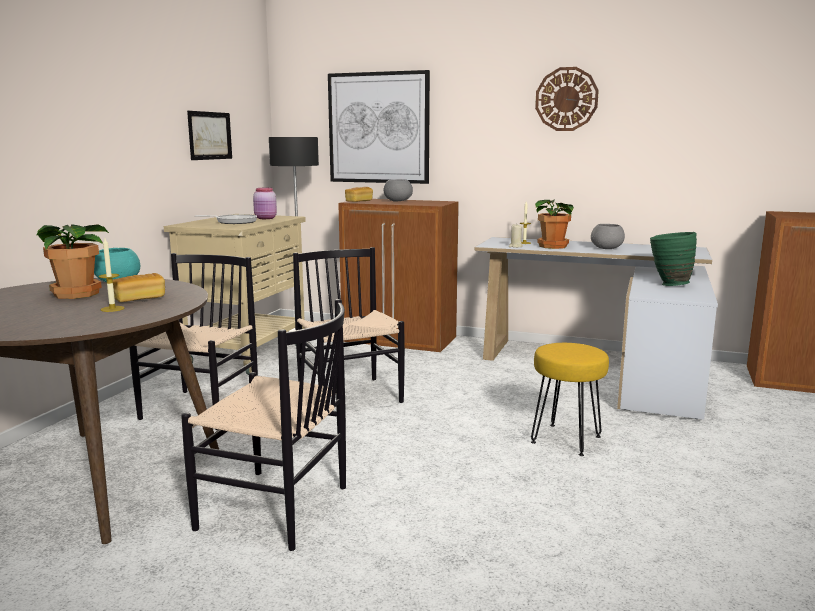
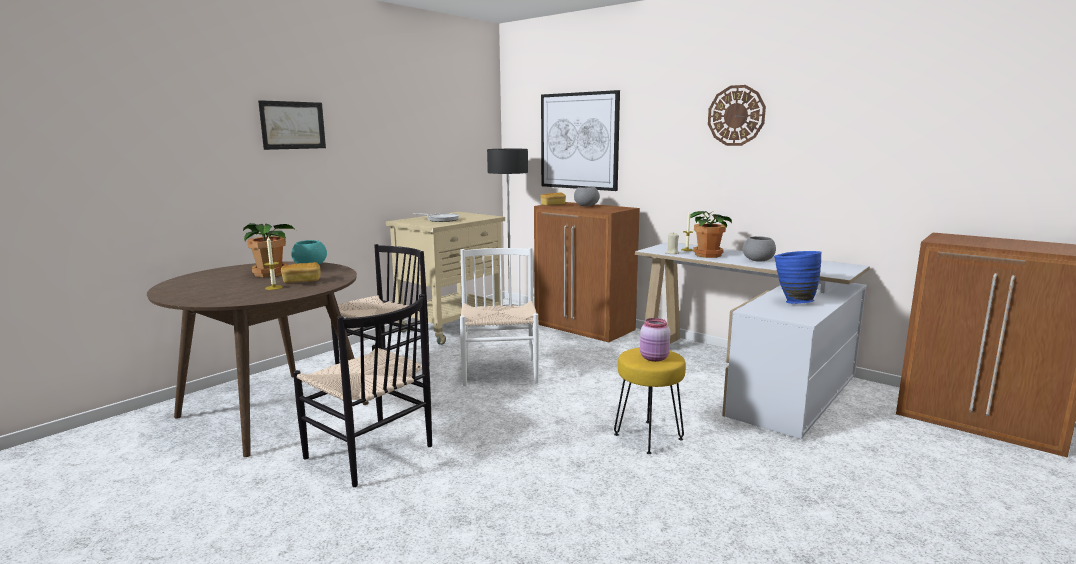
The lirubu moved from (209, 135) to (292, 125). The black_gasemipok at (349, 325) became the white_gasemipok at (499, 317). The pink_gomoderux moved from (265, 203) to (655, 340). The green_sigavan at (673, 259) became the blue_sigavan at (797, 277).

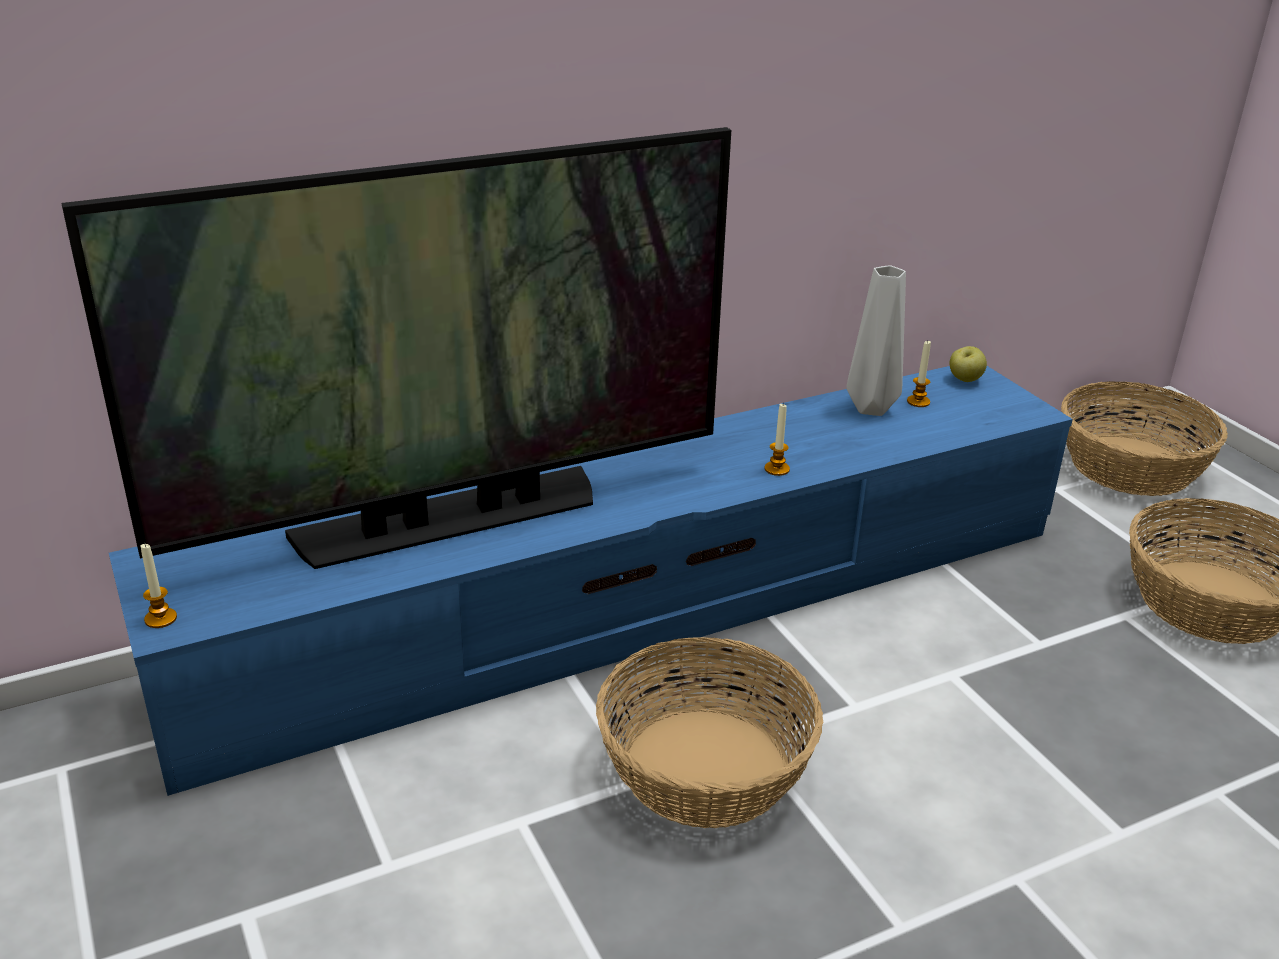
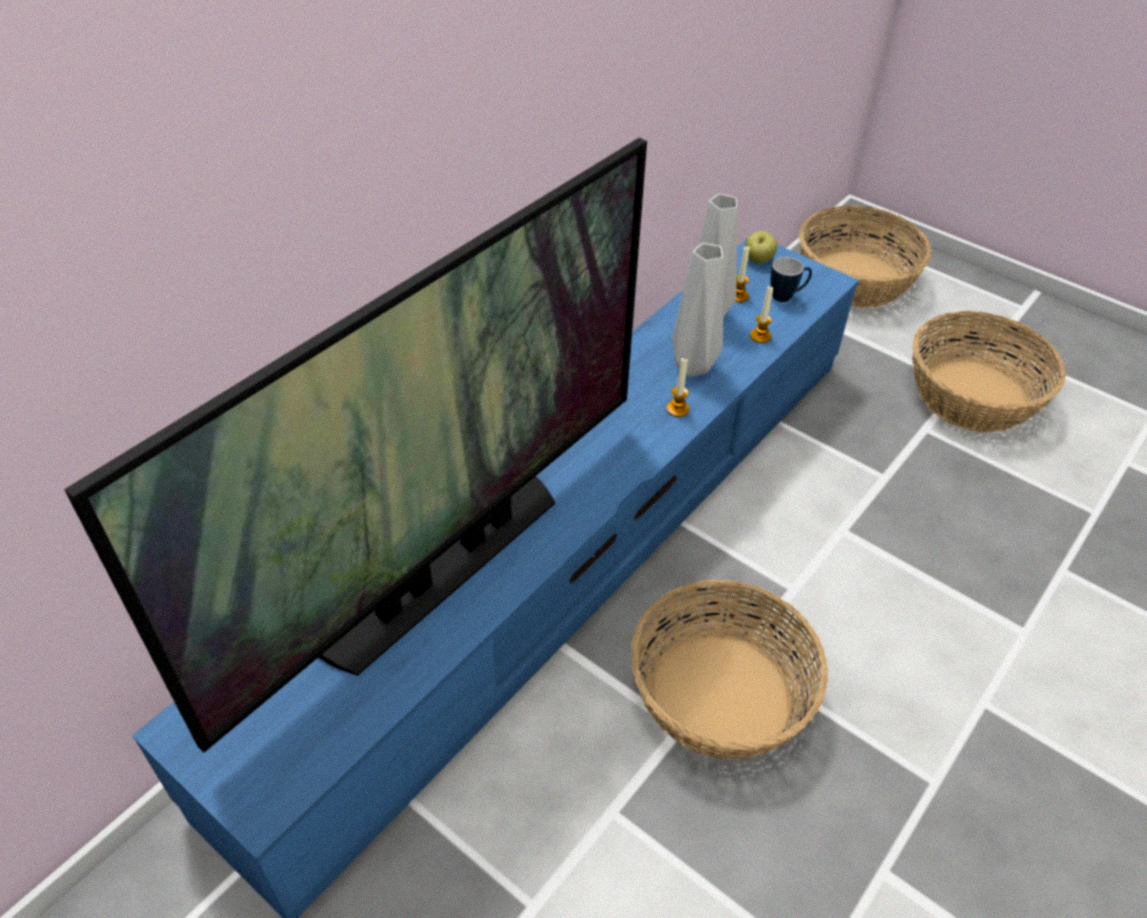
The grey_sigavan at (698, 310) appeared. The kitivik moved from (158, 585) to (761, 314). The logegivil at (791, 279) appeared.

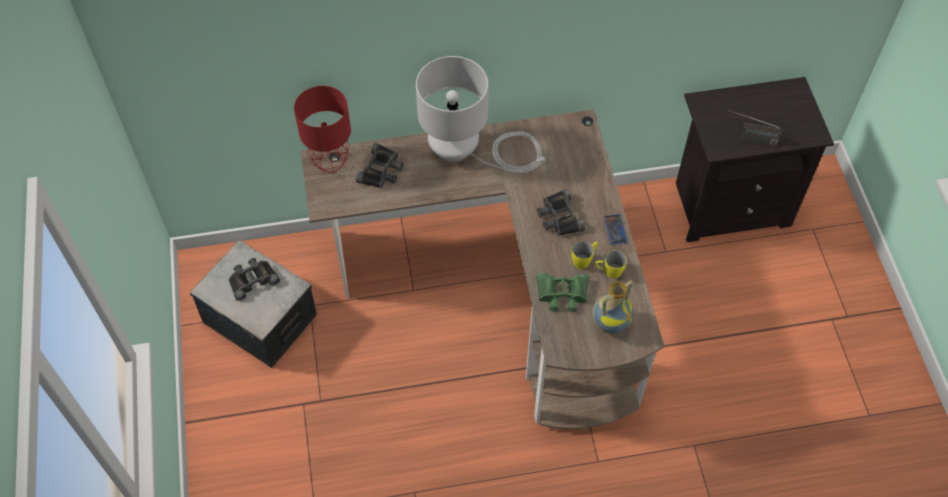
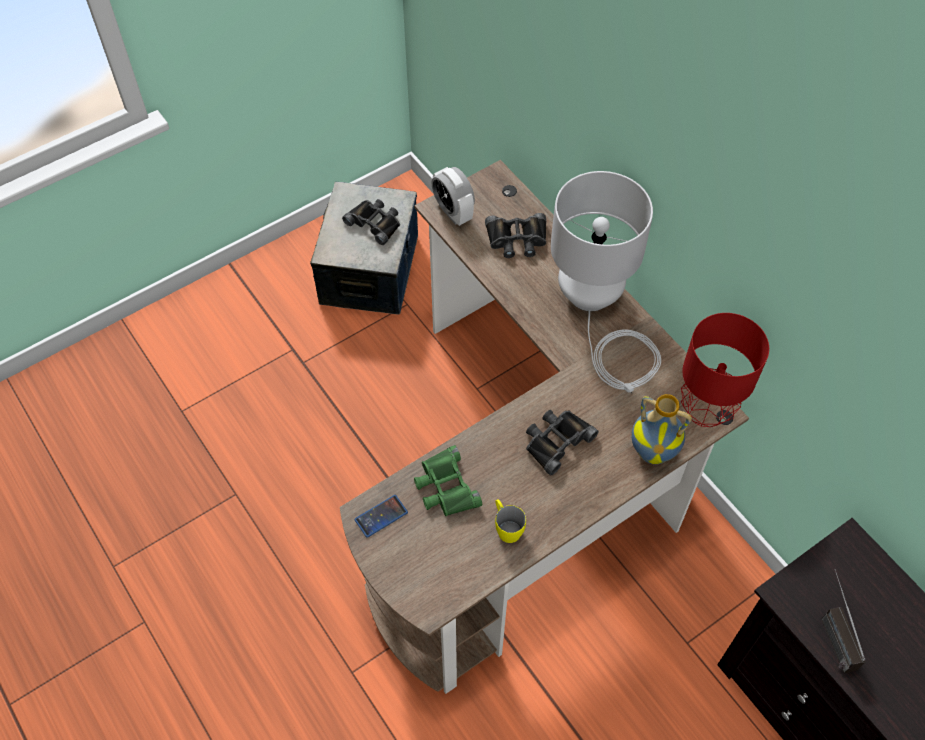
The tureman moved from (616, 229) to (381, 516). The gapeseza at (453, 196) appeared. The sigavan moved from (613, 307) to (661, 429). The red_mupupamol moved from (322, 129) to (725, 370). The yellow_logegivil at (585, 255) disappeared.

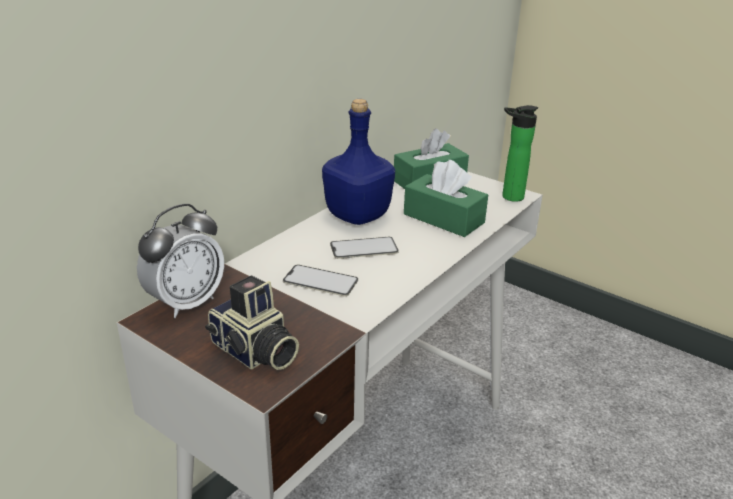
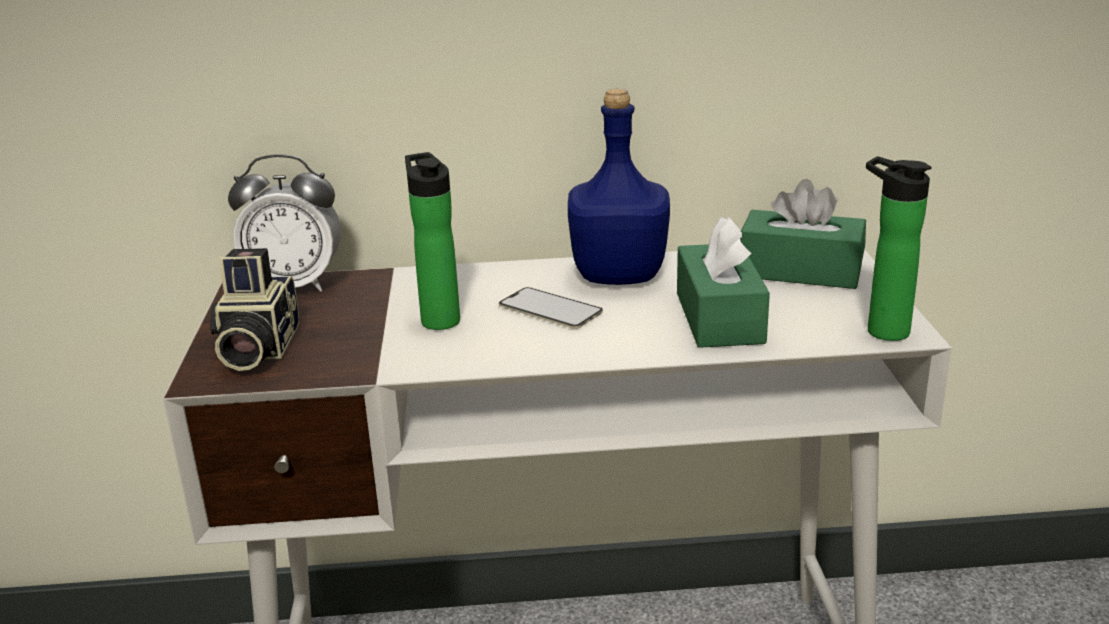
The tureman at (320, 280) was replaced by the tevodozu at (432, 241).

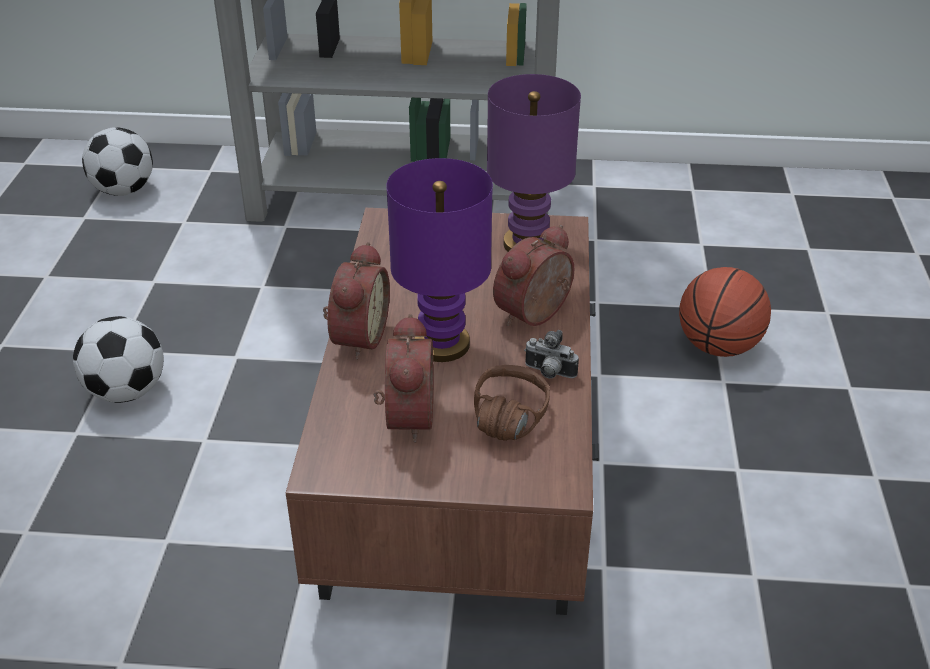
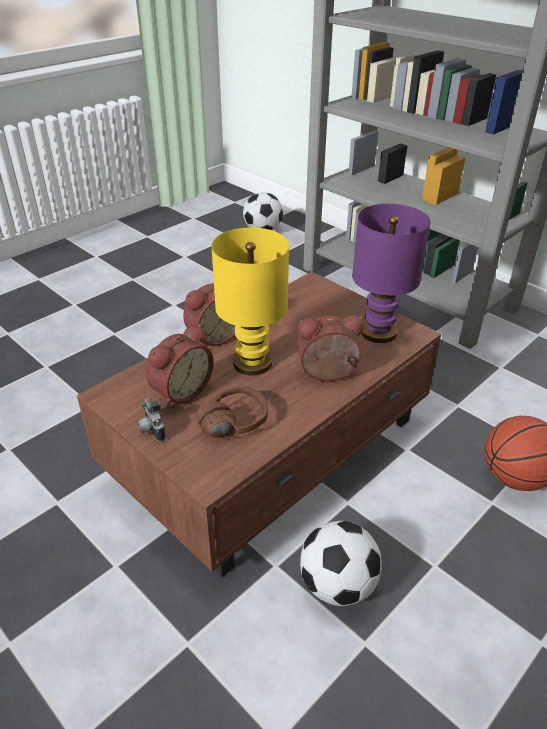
The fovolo moved from (551, 354) to (151, 420). The purple_mupupamol at (439, 260) became the yellow_mupupamol at (250, 301). The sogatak moved from (118, 359) to (341, 563).

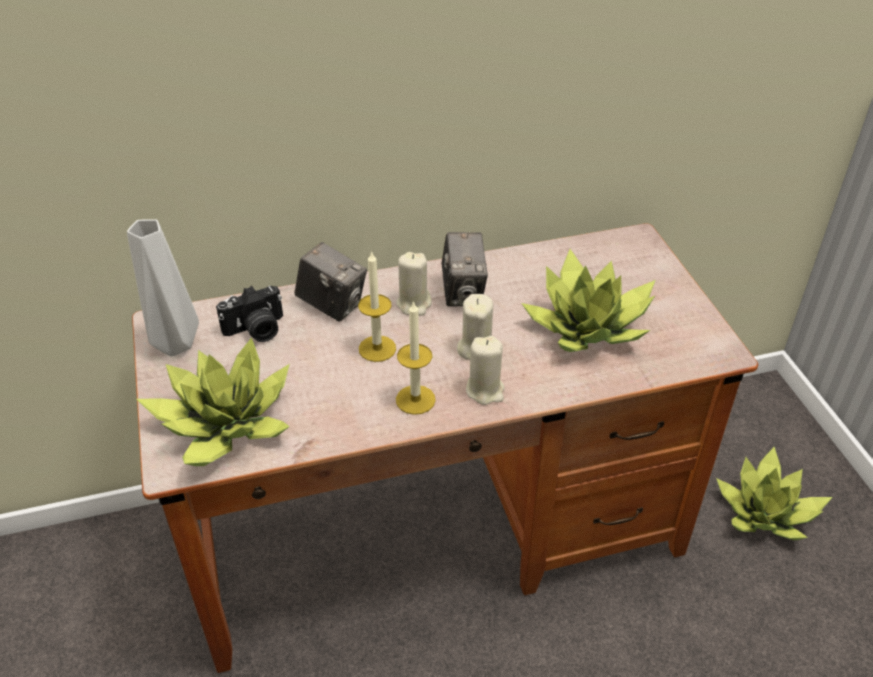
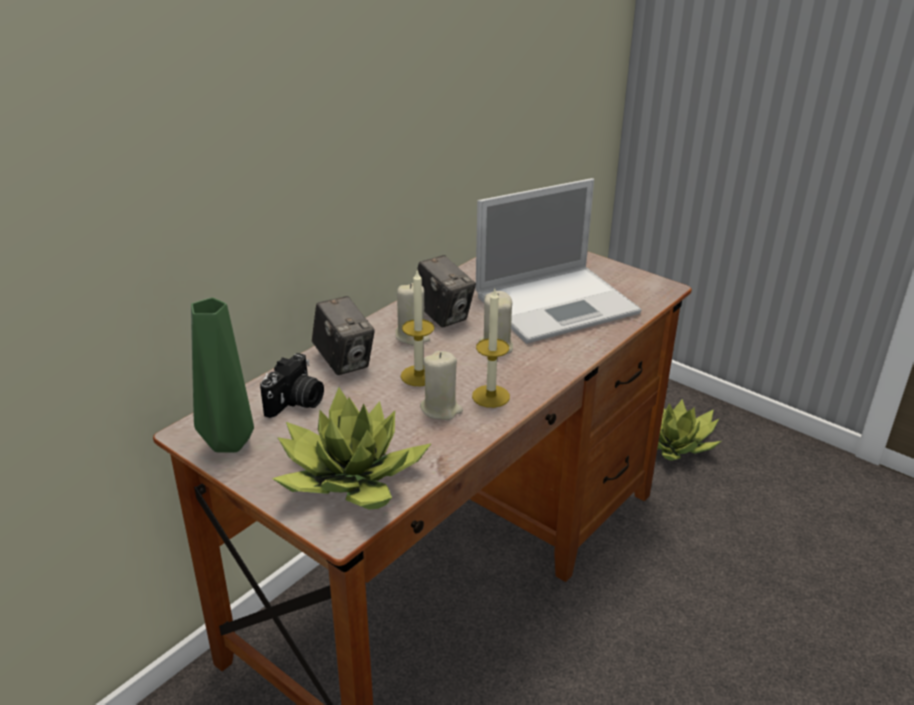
The grey_sigavan at (163, 288) became the green_sigavan at (222, 374). The fovolo at (330, 282) turned 60 degrees clockwise. The beige_kitivik moved from (485, 370) to (441, 385). The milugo at (588, 300) was replaced by the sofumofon at (558, 261).

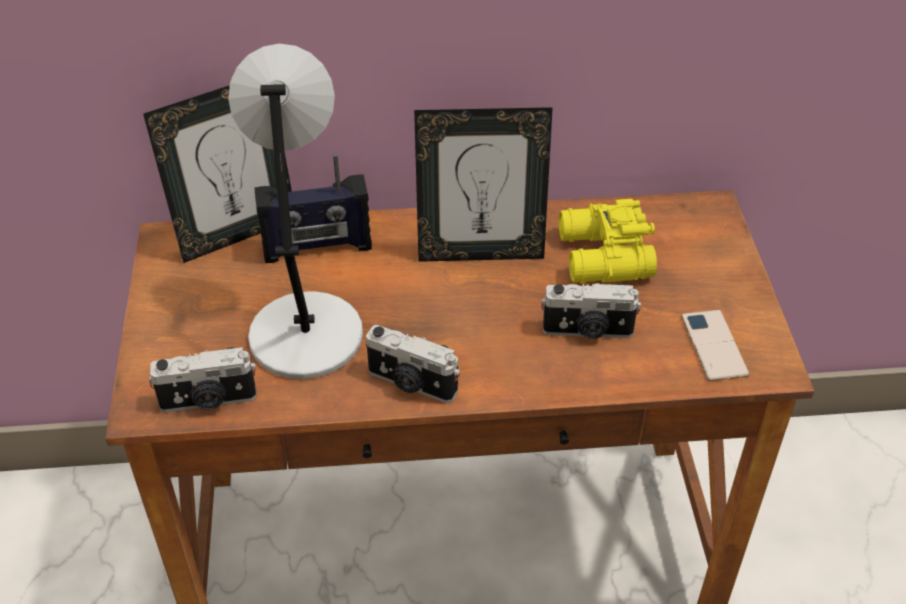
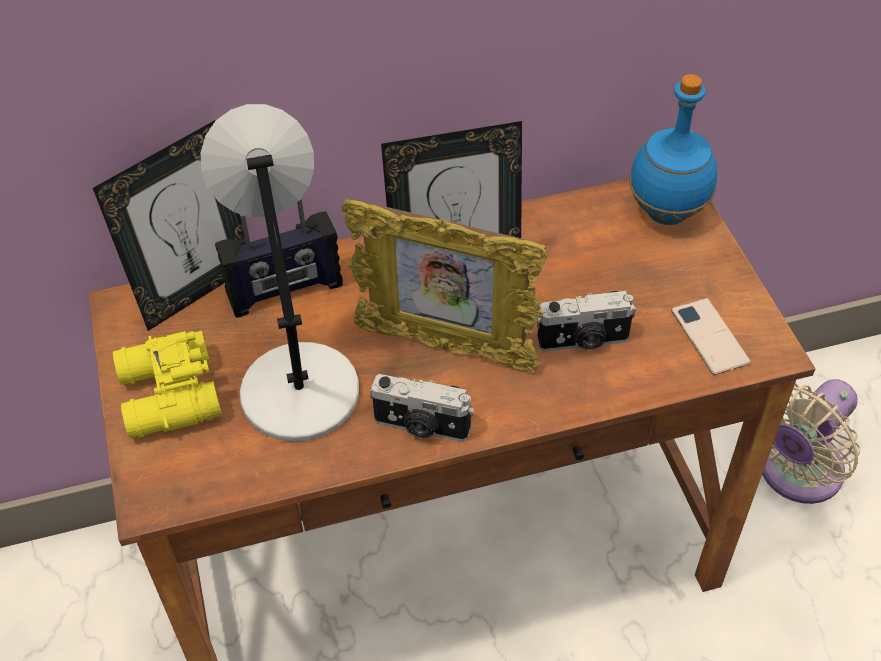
The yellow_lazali moved from (607, 241) to (167, 384). The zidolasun at (444, 286) appeared. The blue_tevodozu at (673, 149) appeared. The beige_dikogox at (811, 441) appeared. The fovolo at (202, 379) disappeared.

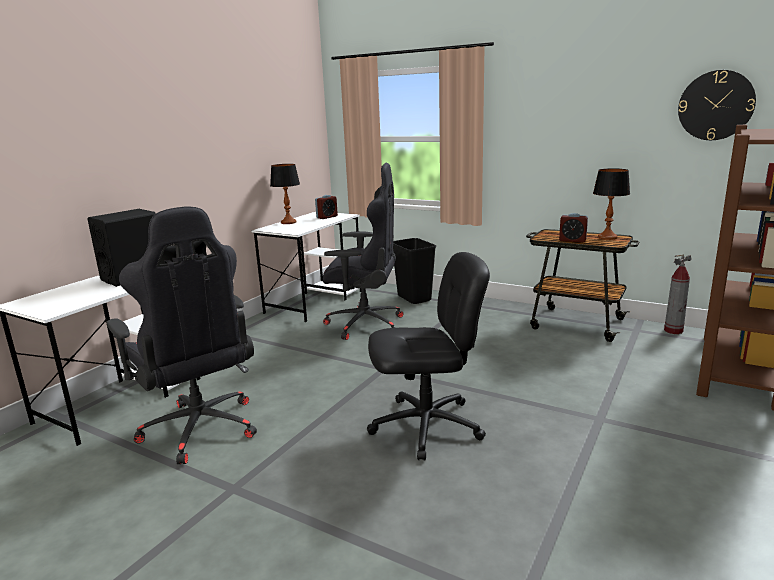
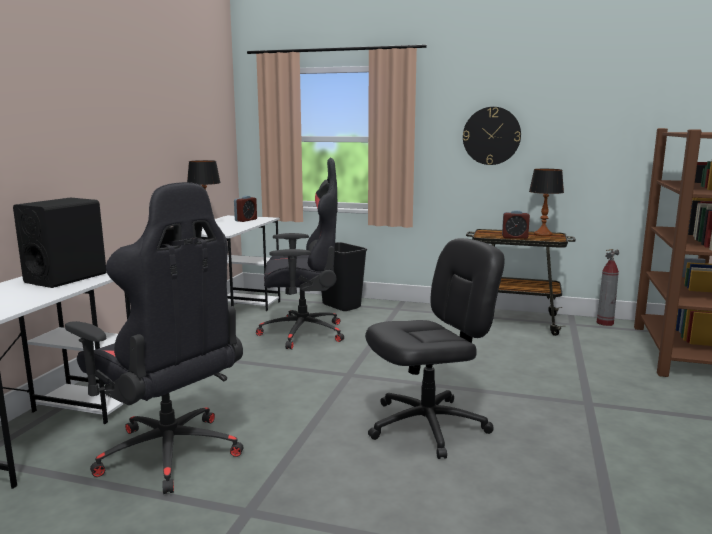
The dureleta moved from (717, 105) to (492, 136).

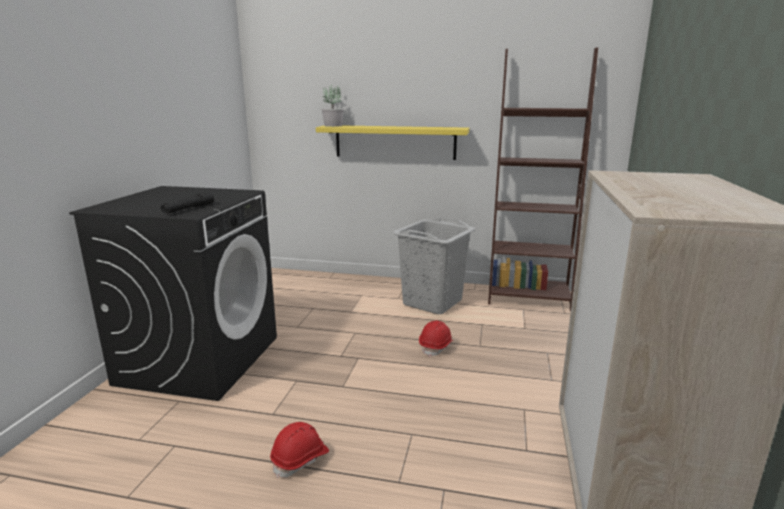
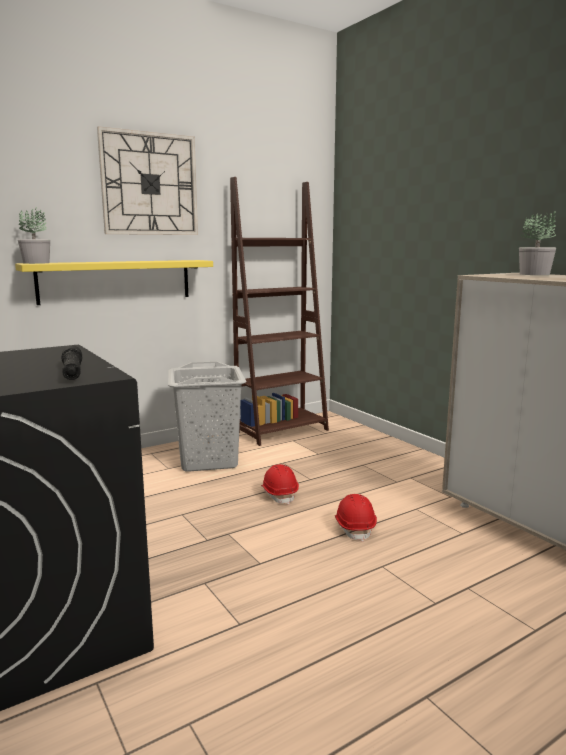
The dureleta at (147, 180) appeared. The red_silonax moved from (299, 450) to (356, 518). The milugo at (537, 243) appeared.

